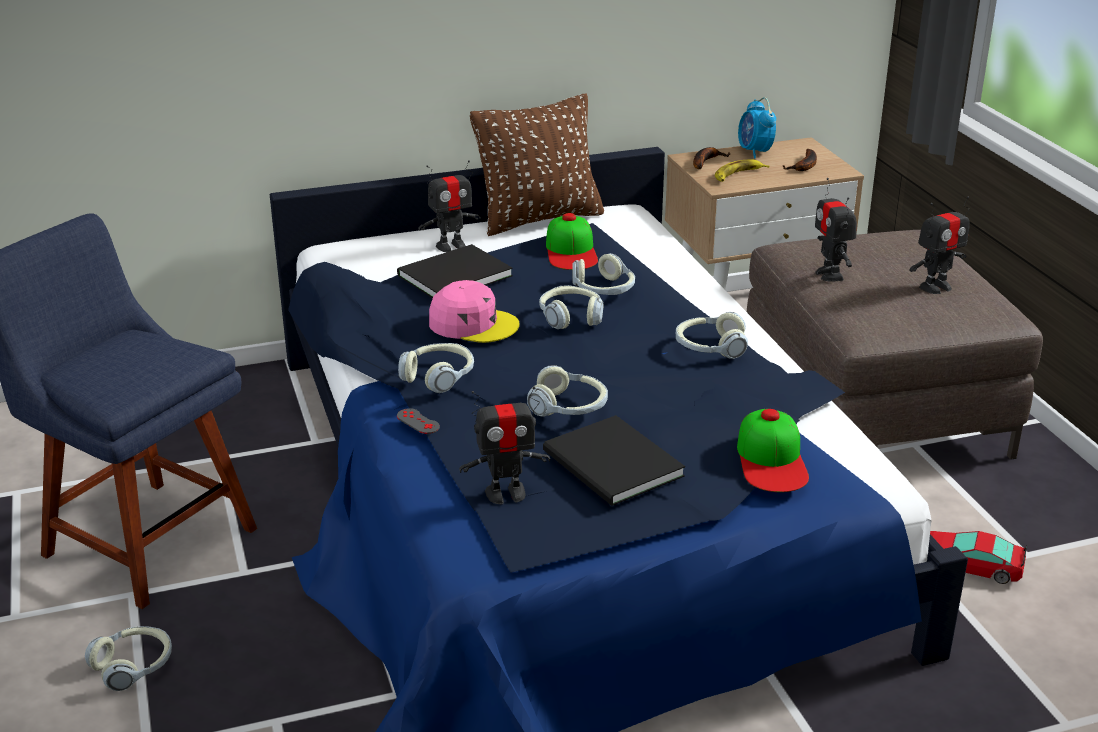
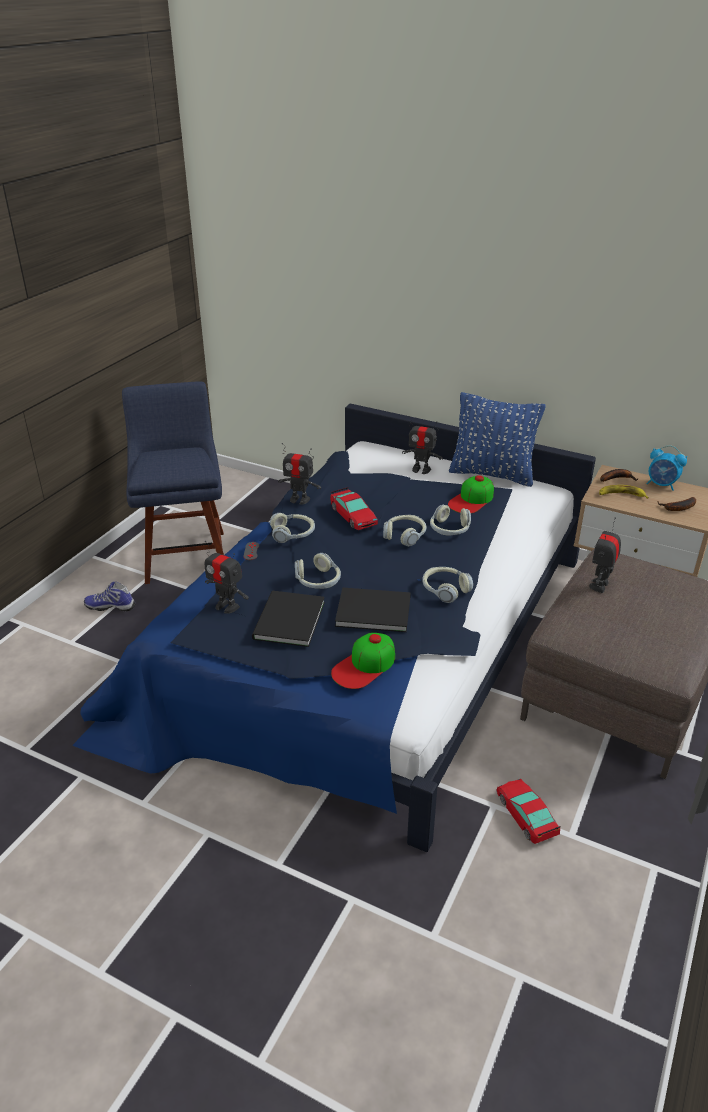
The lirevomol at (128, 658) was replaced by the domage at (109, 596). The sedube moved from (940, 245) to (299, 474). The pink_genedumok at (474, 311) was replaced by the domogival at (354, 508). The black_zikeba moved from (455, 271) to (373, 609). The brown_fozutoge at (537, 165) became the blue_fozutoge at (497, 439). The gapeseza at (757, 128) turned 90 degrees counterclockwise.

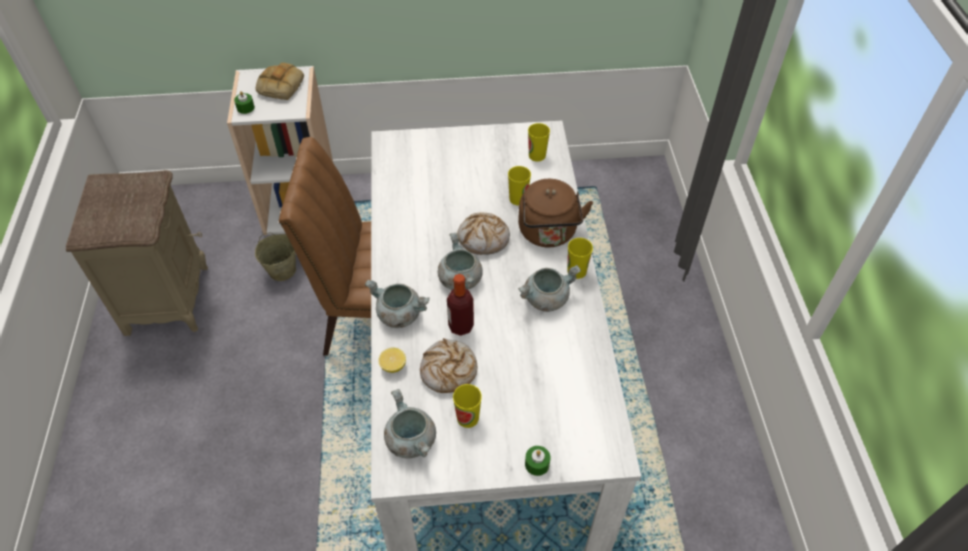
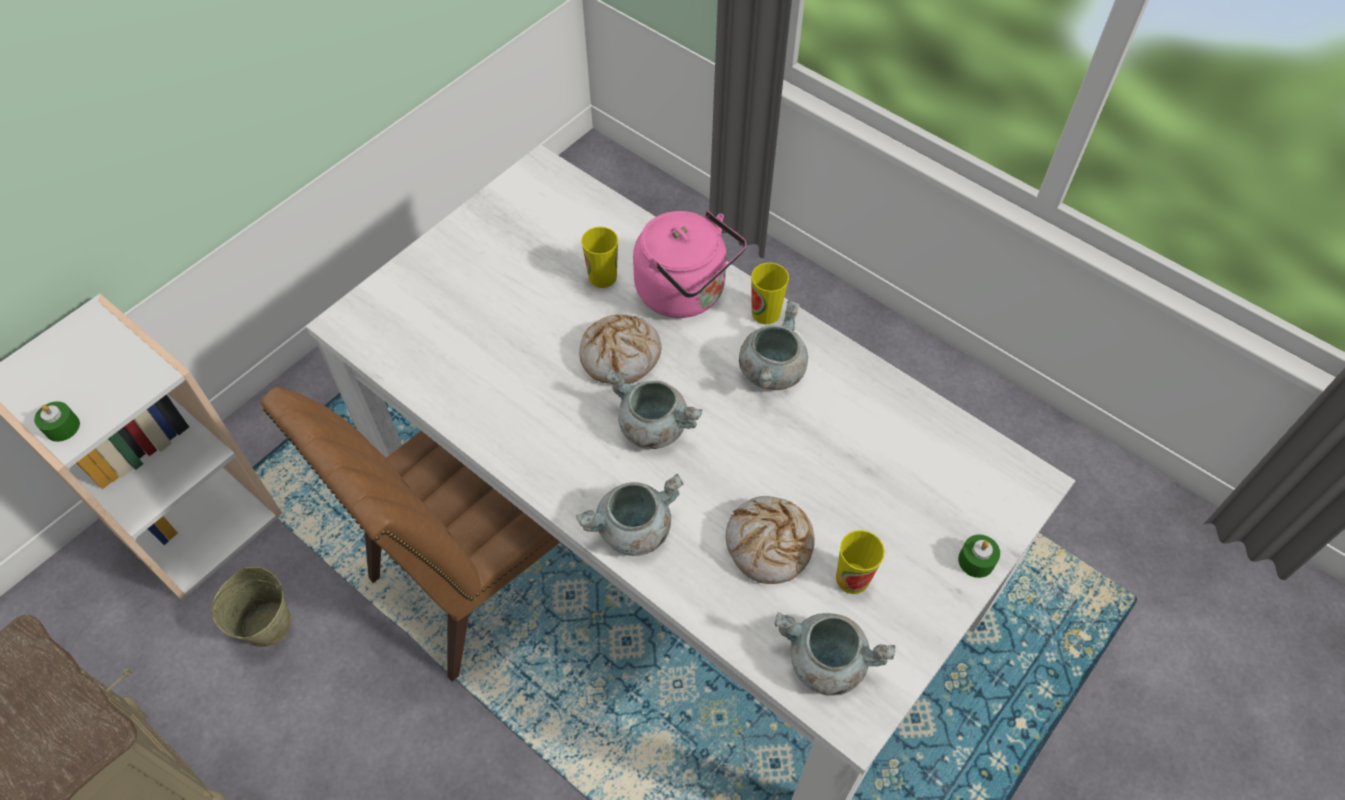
The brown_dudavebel at (555, 213) became the pink_dudavebel at (689, 264). The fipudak at (280, 81) disappeared. The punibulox at (392, 360) disappeared. The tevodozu at (460, 305) disappeared. The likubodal at (539, 142) disappeared.

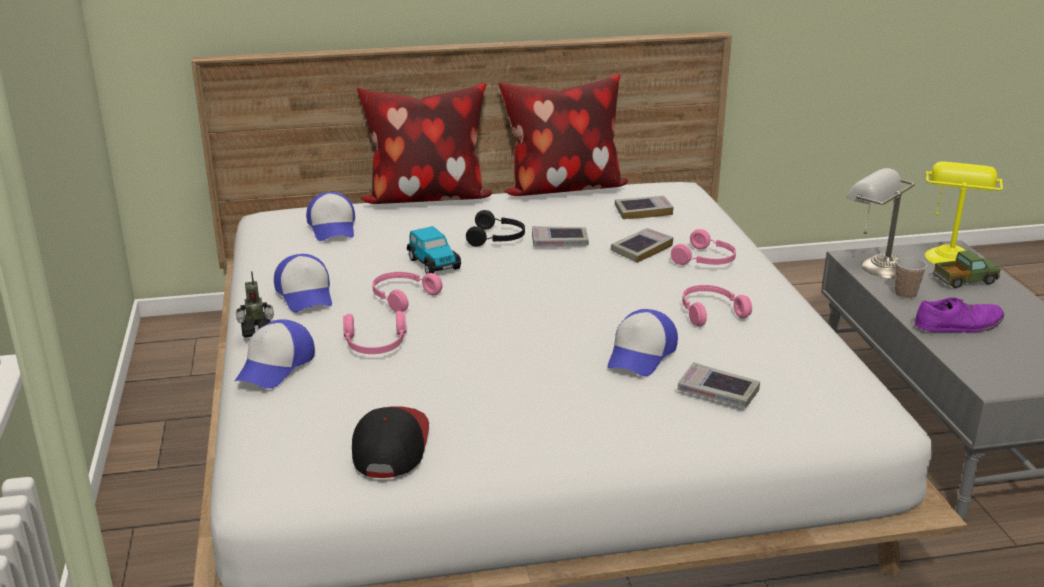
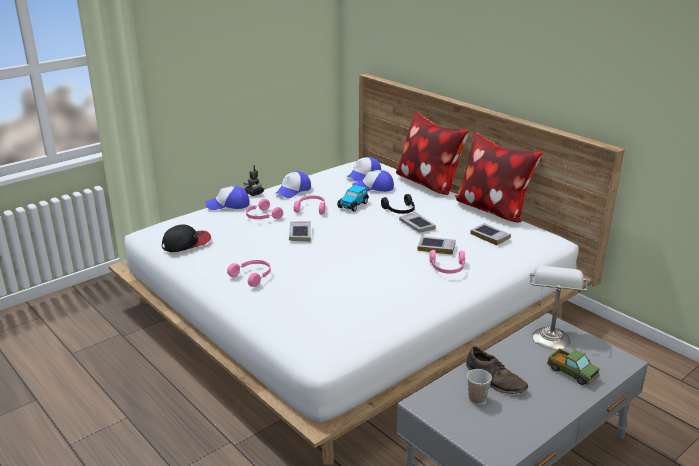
The pink_lirevomol moved from (717, 305) to (249, 273). The zikeba moved from (718, 385) to (300, 231). The genedumok moved from (642, 342) to (373, 181). The purple_domage at (959, 315) became the brown_domage at (497, 370). The likubodal moved from (911, 278) to (479, 386). The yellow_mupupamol at (964, 213) disappeared.

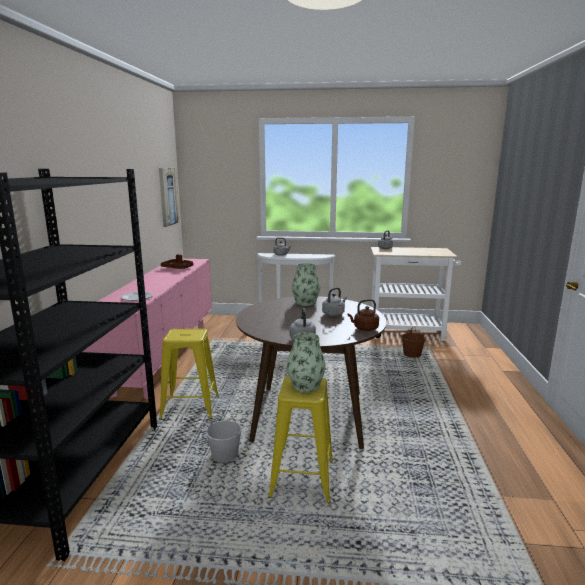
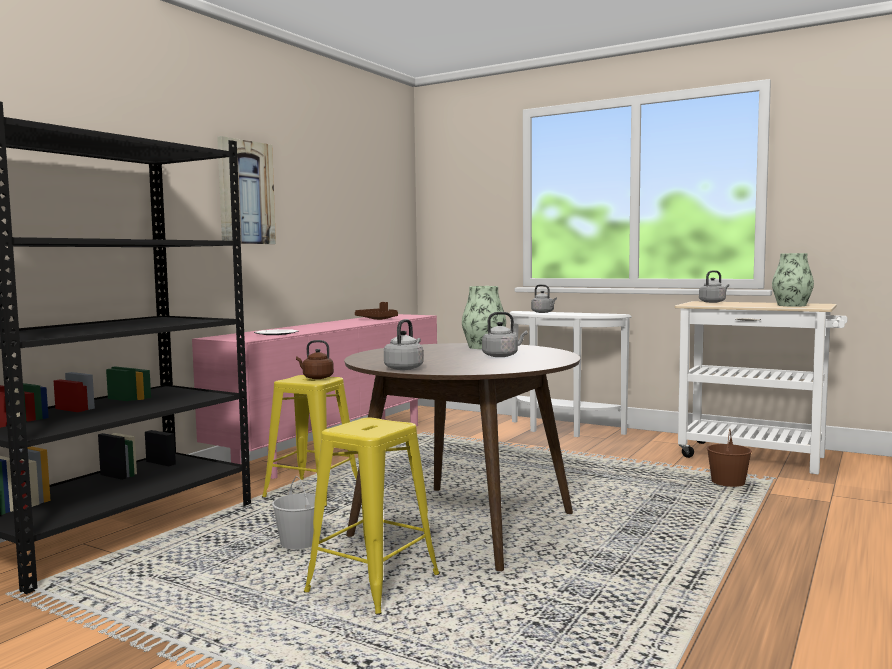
The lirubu moved from (169, 197) to (246, 190). The brown_dudavebel moved from (363, 315) to (315, 359). The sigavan moved from (306, 362) to (793, 280).

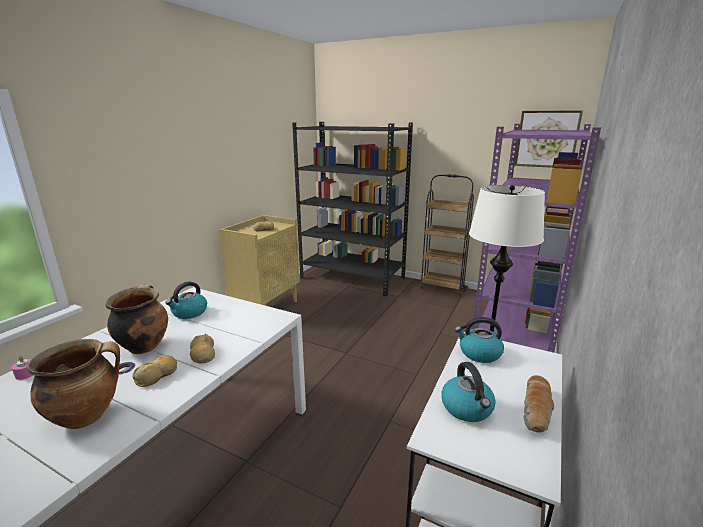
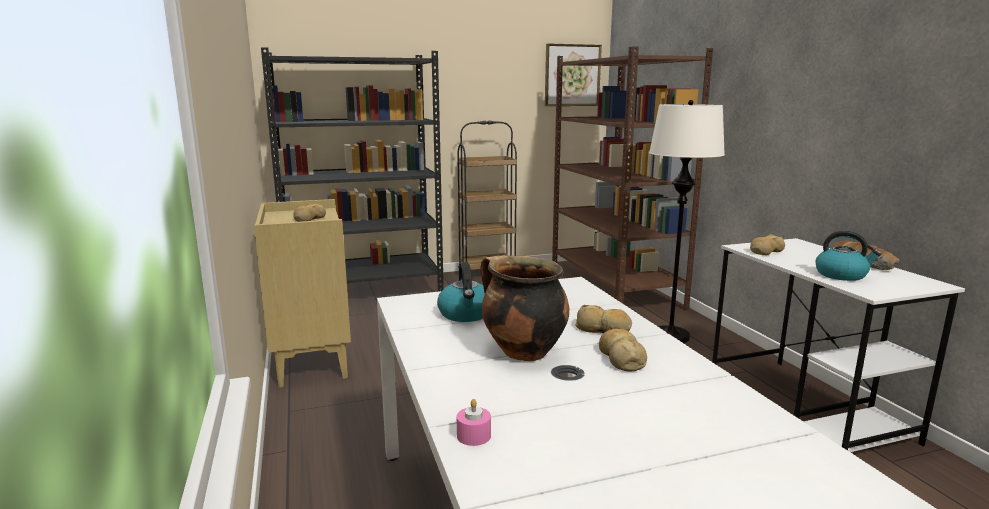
The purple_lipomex at (536, 238) became the brown_lipomex at (632, 178). The dudavebel at (479, 340) was replaced by the fipudak at (767, 244). The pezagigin at (74, 384) disappeared.

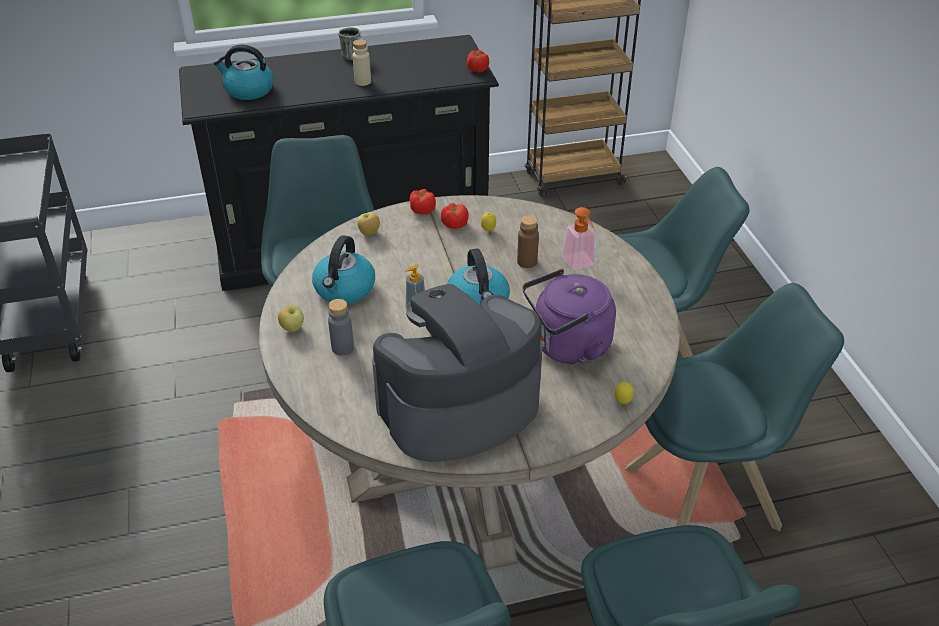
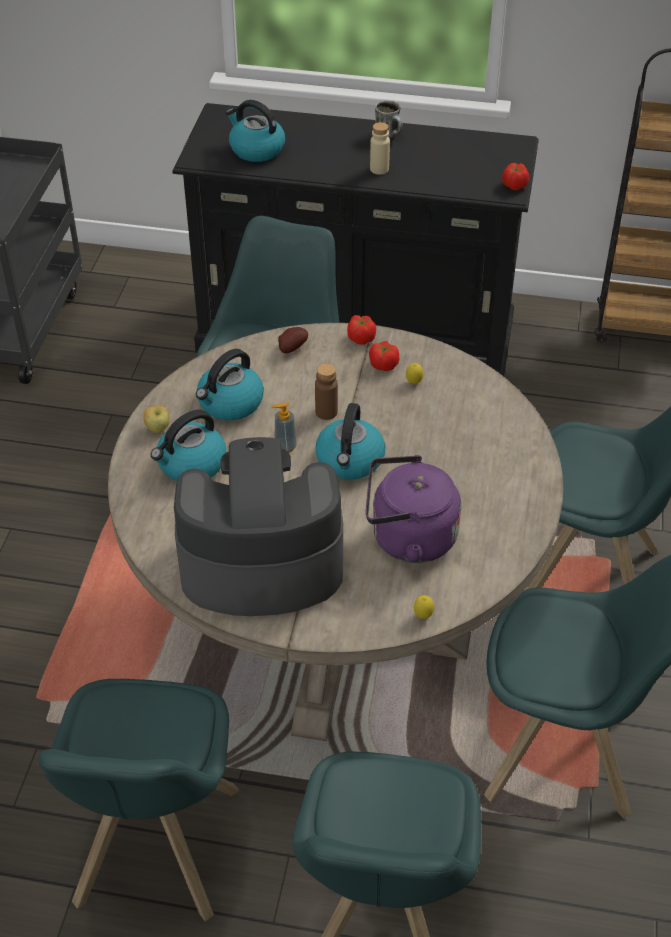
The grey_tevodozu at (341, 327) was replaced by the dudavebel at (188, 445). The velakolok at (368, 224) was replaced by the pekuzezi at (293, 340). The brown_tevodozu moved from (528, 241) to (326, 391). The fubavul at (578, 238) disappeared.

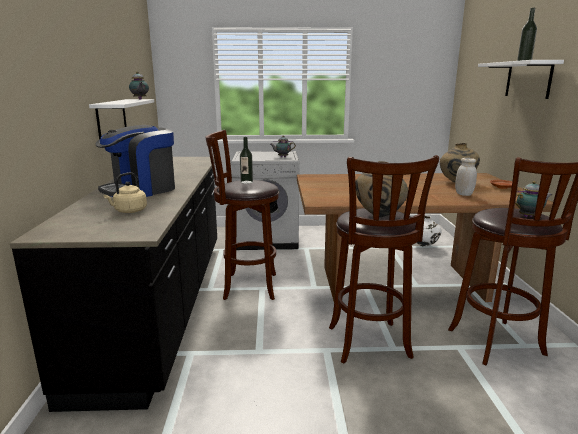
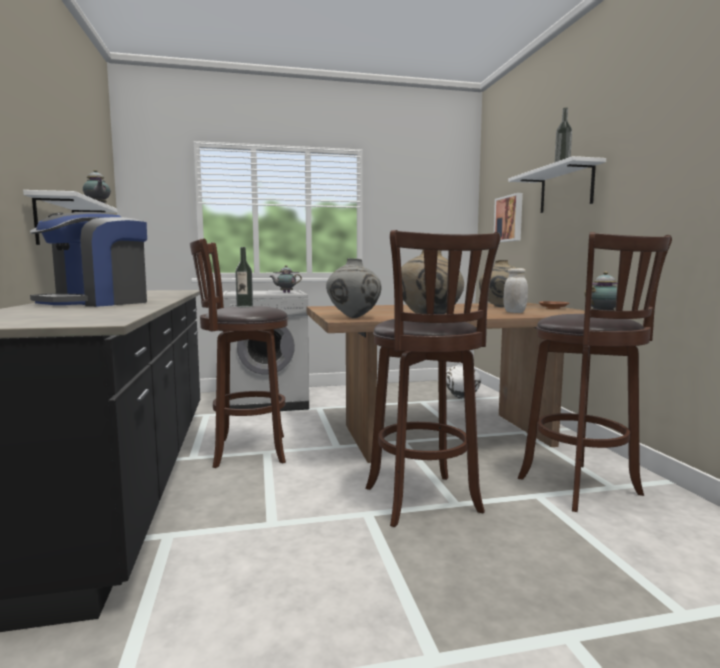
The grey_sigavan at (353, 288) appeared. The lirubu at (508, 217) appeared. The beige_dudavebel at (125, 192) disappeared.

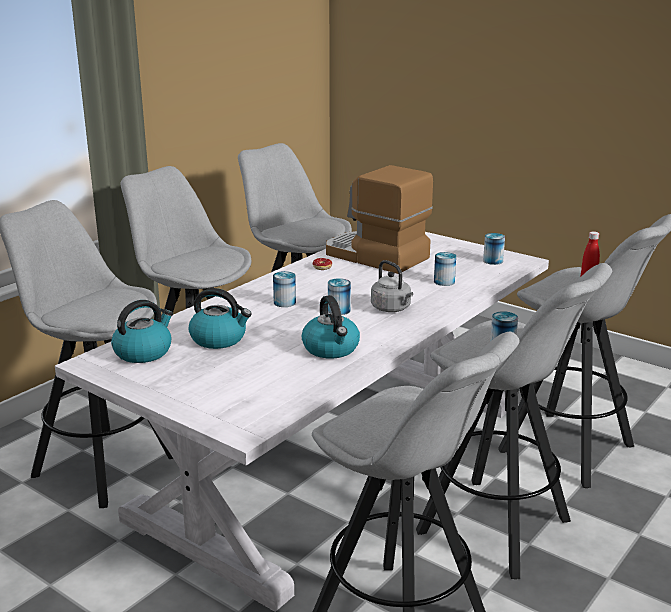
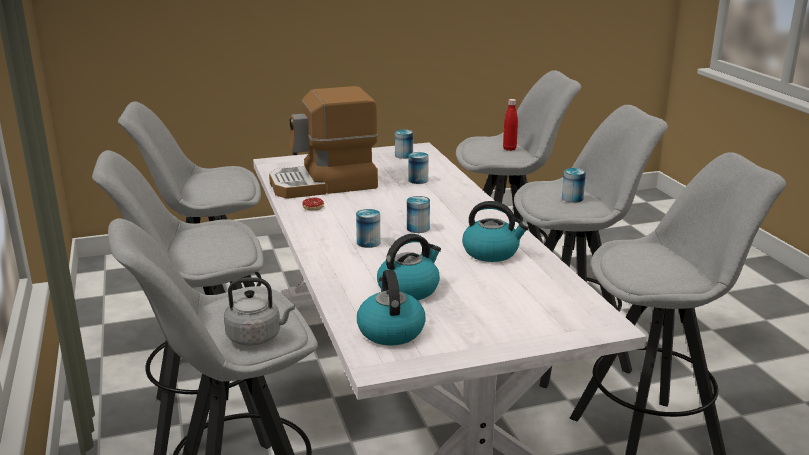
The grey_dudavebel moved from (392, 286) to (259, 312).

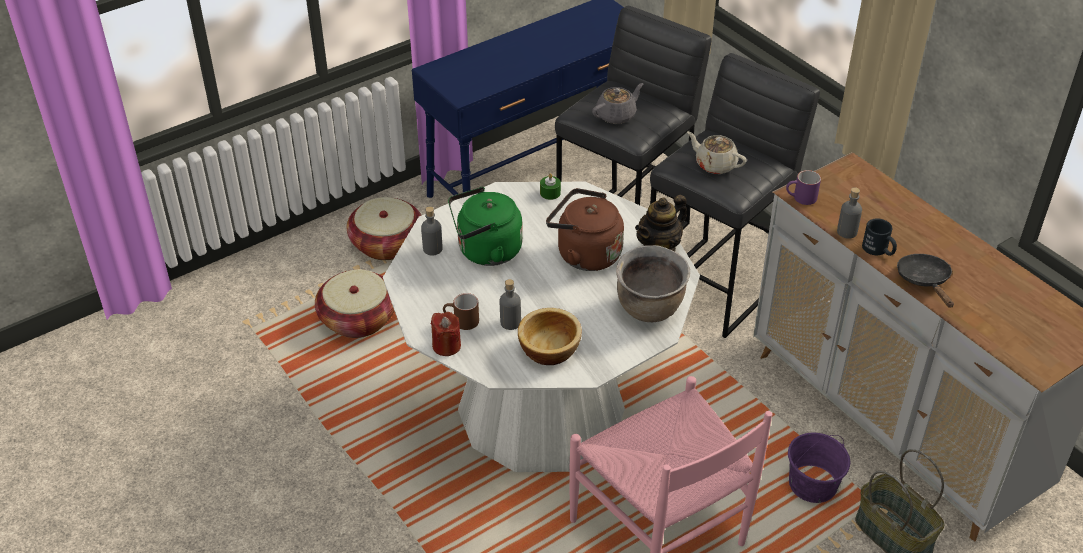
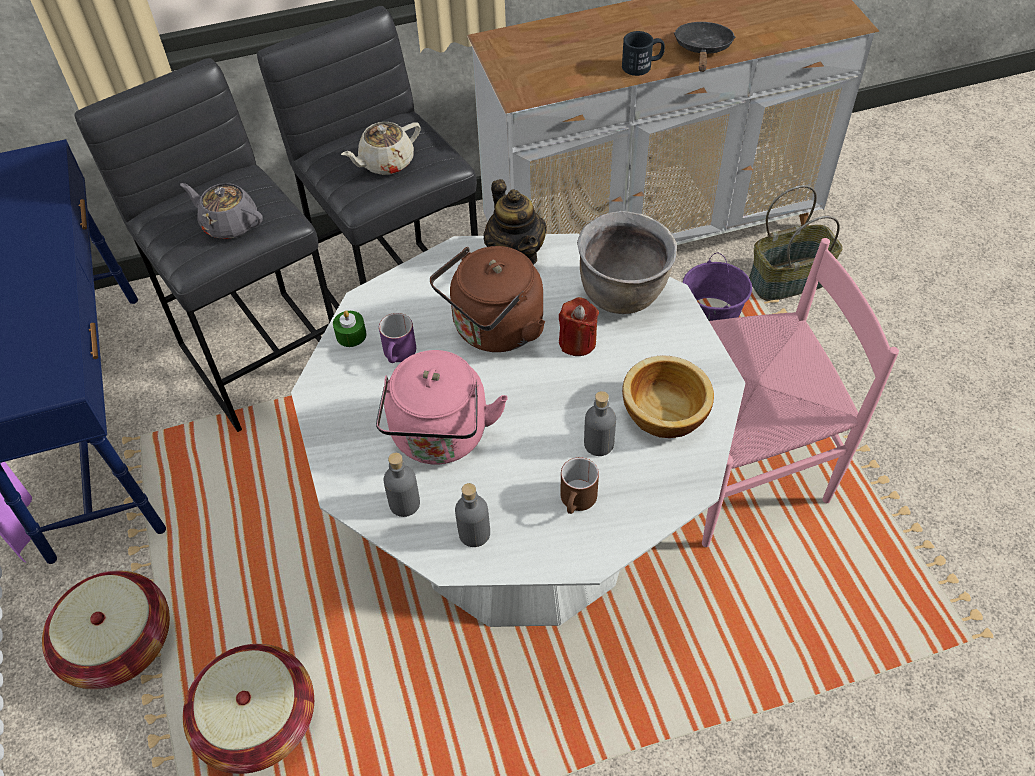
The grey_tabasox at (618, 103) turned 45 degrees counterclockwise. The green_dudavebel at (485, 226) became the pink_dudavebel at (441, 407). The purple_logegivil moved from (803, 187) to (397, 338). The grey_tevodozu moved from (849, 213) to (472, 515). The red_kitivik moved from (446, 334) to (579, 326). The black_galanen at (925, 281) turned 90 degrees clockwise.

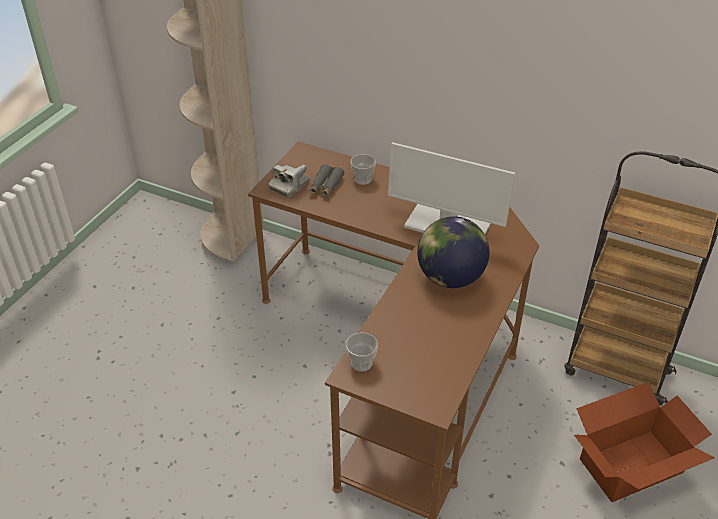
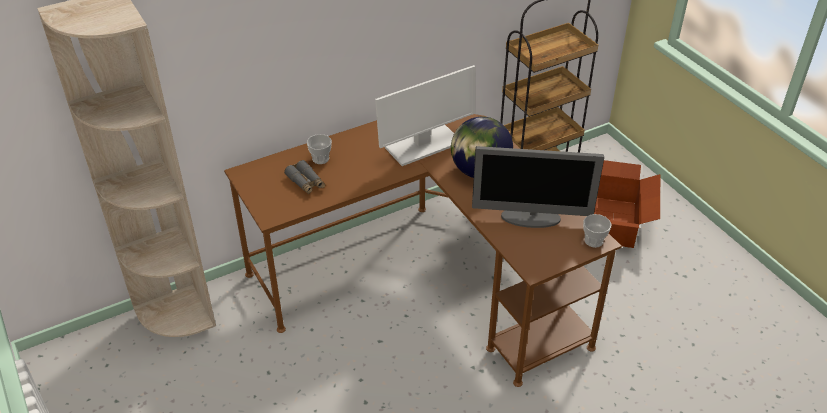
The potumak at (538, 187) appeared. The likubodal moved from (362, 352) to (597, 231). The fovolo at (289, 181) disappeared.

